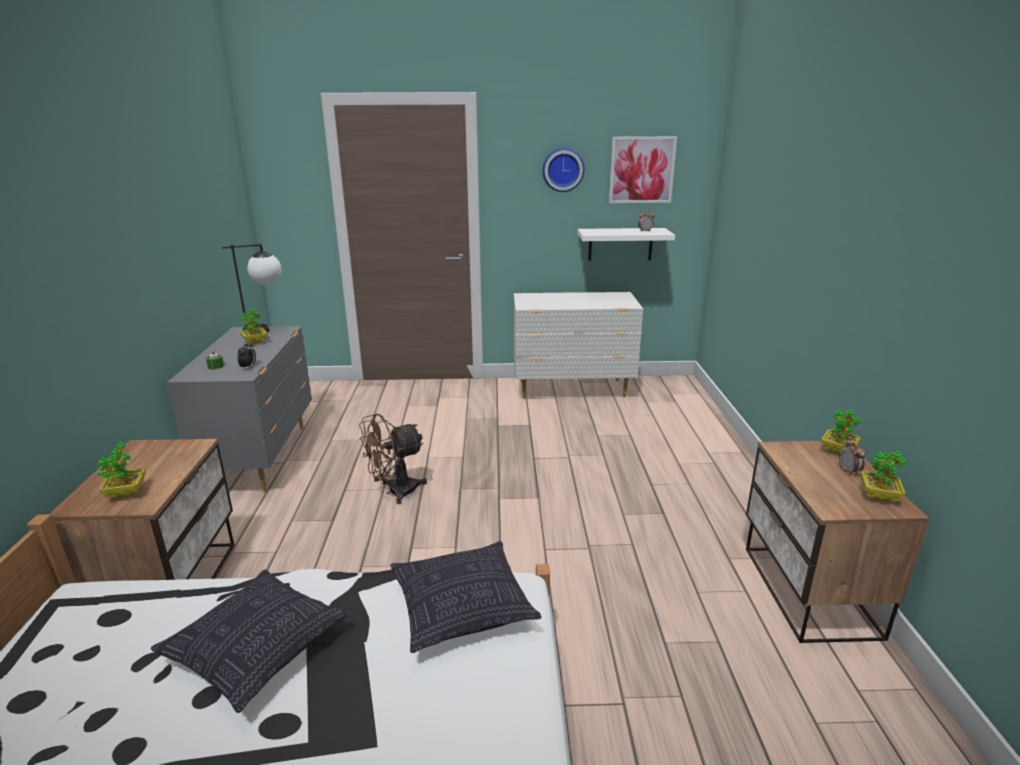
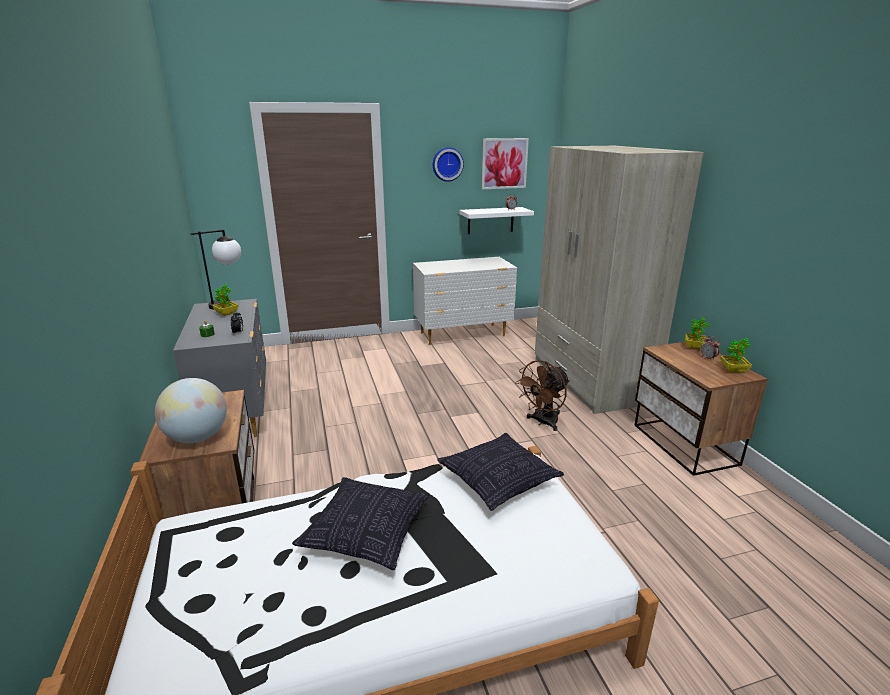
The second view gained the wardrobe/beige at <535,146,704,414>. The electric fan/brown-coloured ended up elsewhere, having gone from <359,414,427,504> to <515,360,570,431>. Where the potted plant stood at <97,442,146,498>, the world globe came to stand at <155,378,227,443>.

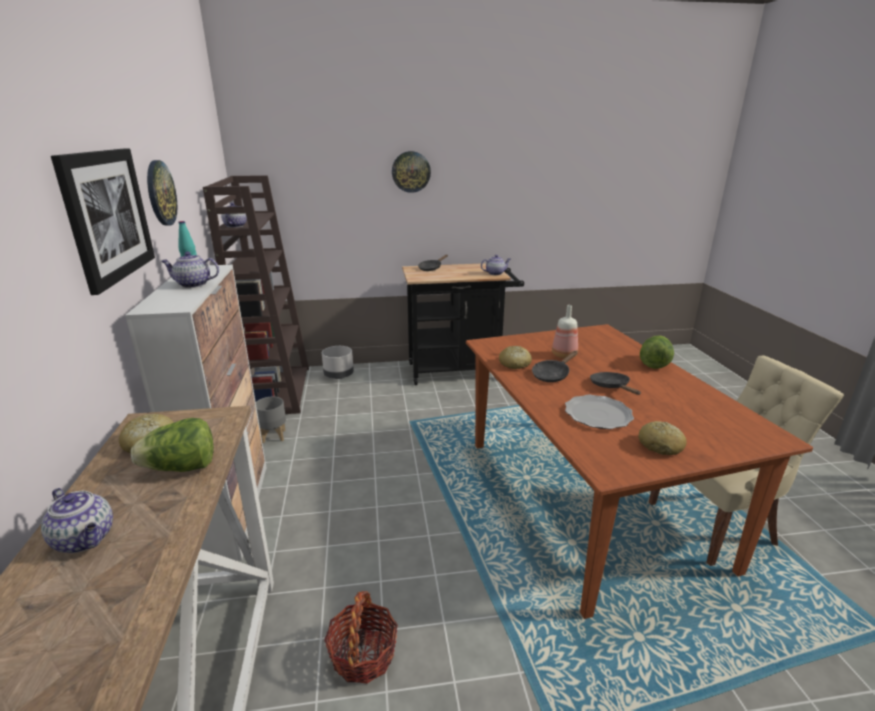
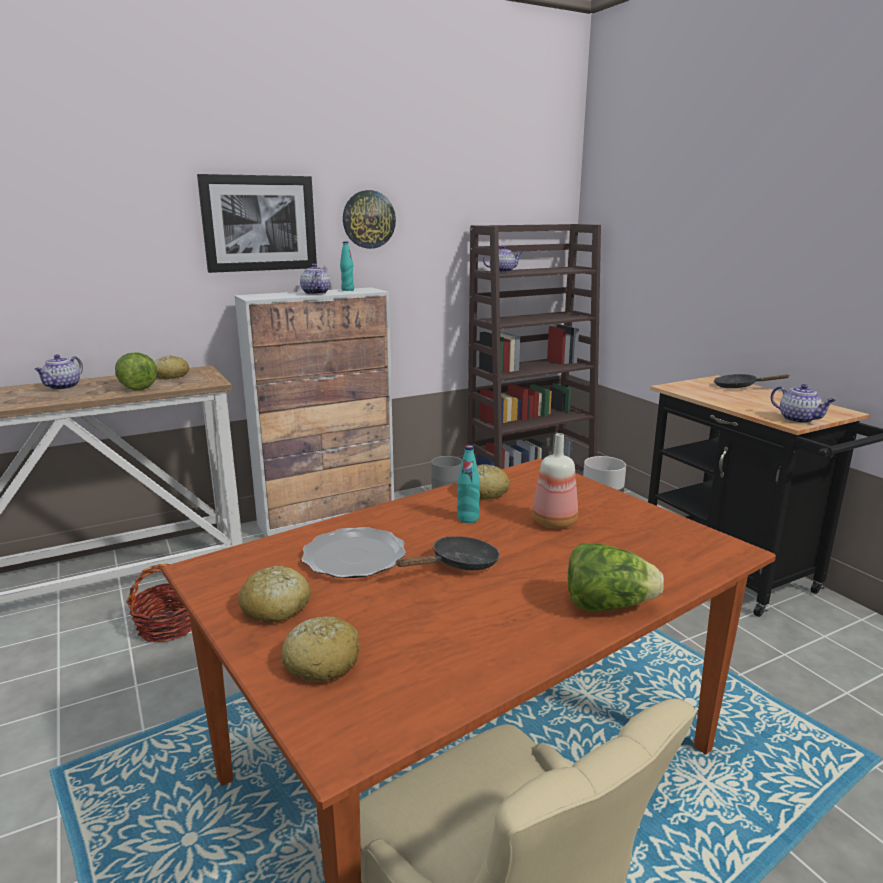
The second view lost the hanging clock at <392,151,431,193>. The second view gained the bakery bread at <281,617,360,681>. Where the frying pan/black-coloured stood at <532,351,578,382>, the beverage bottle/blue-green came to stand at <457,445,480,523>.

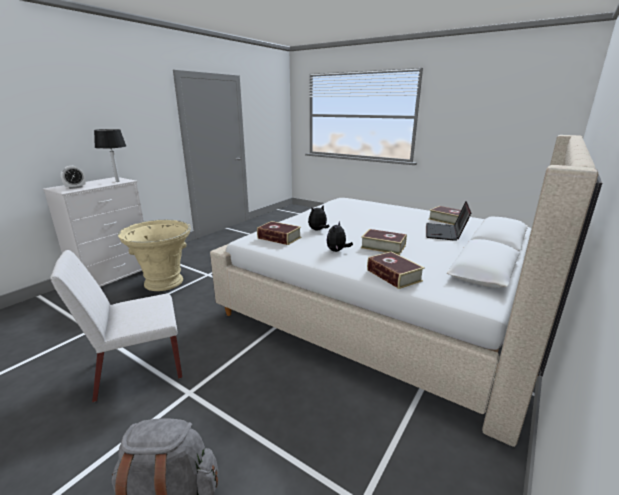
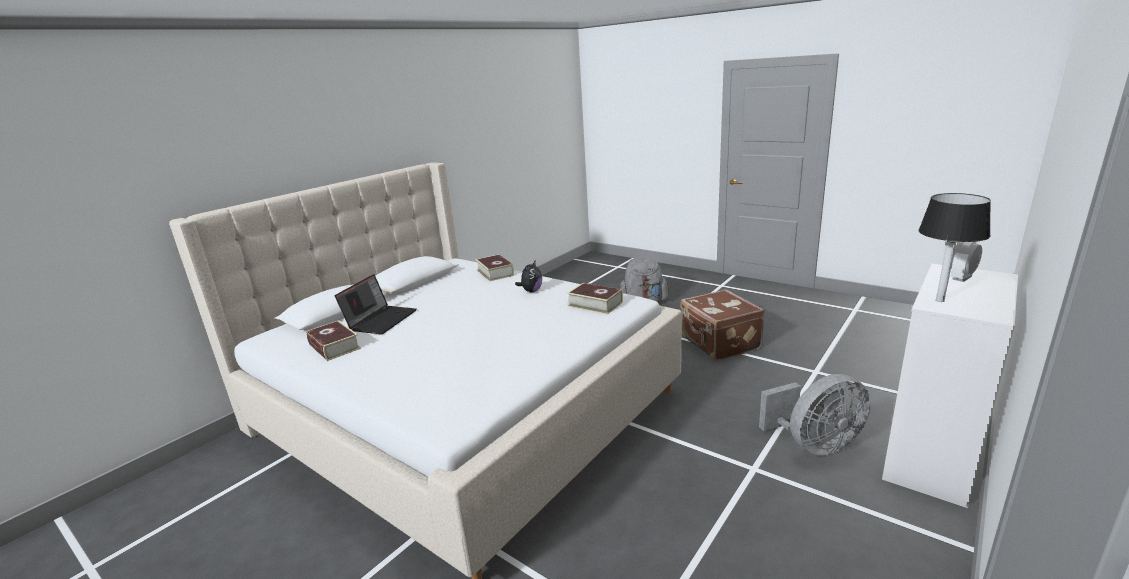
The second view lost the cuddly toy at <308,205,330,230>. The second view lost the book at <361,229,407,255>. Where the chair/whitish stood at <51,250,182,402>, the travel case/brown-coloured came to stand at <680,289,765,361>. Where the flower pot/beige stood at <118,220,191,291>, the electric fan/grey came to stand at <759,374,871,456>.

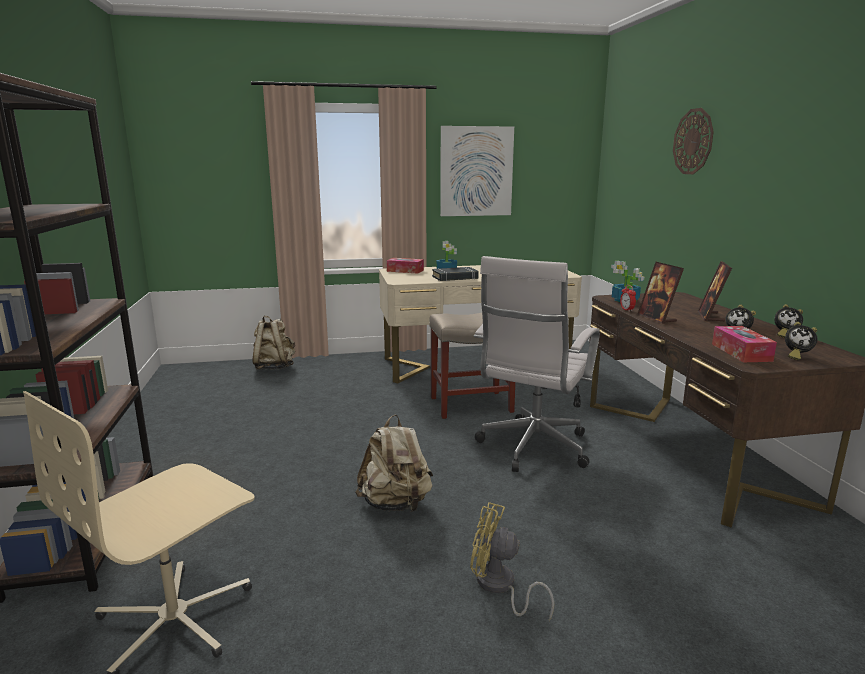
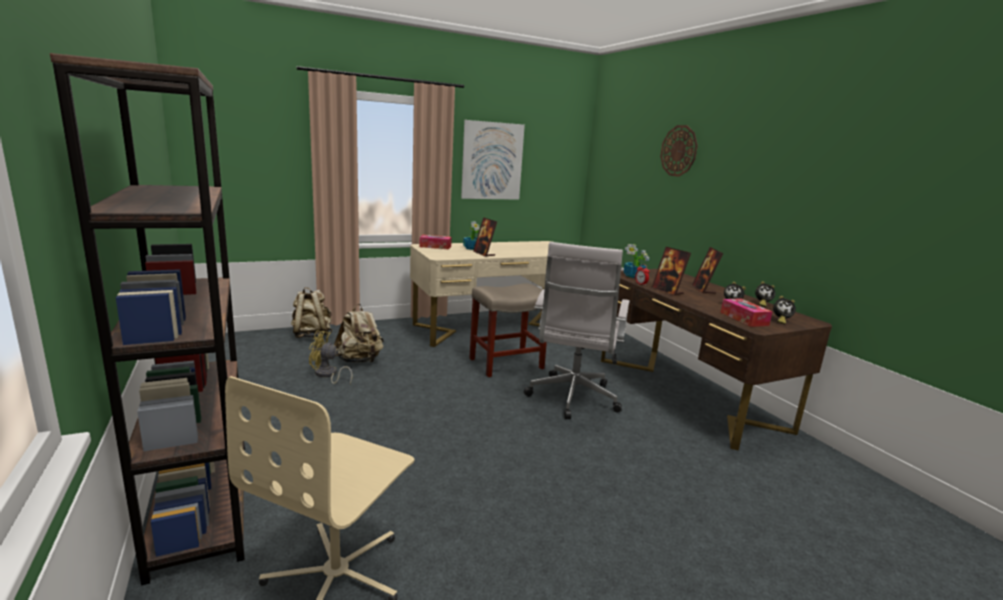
The knapsack/beige ended up elsewhere, having gone from <355,415,433,512> to <334,304,384,363>. The electric fan/yellowish ended up elsewhere, having gone from <470,502,554,621> to <309,330,353,384>. Where the book/black-coloured stood at <432,267,479,281>, the picture frame came to stand at <473,217,497,257>.

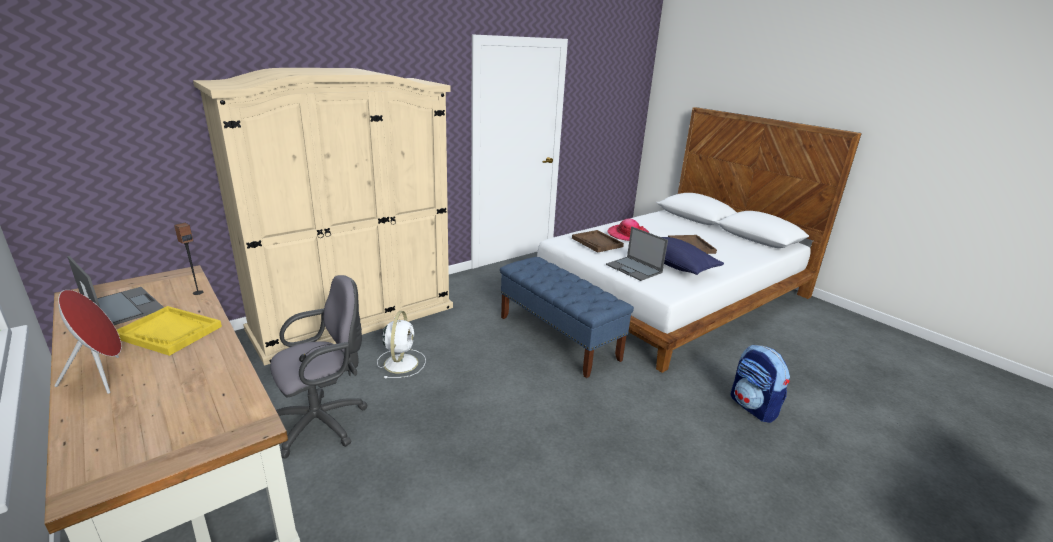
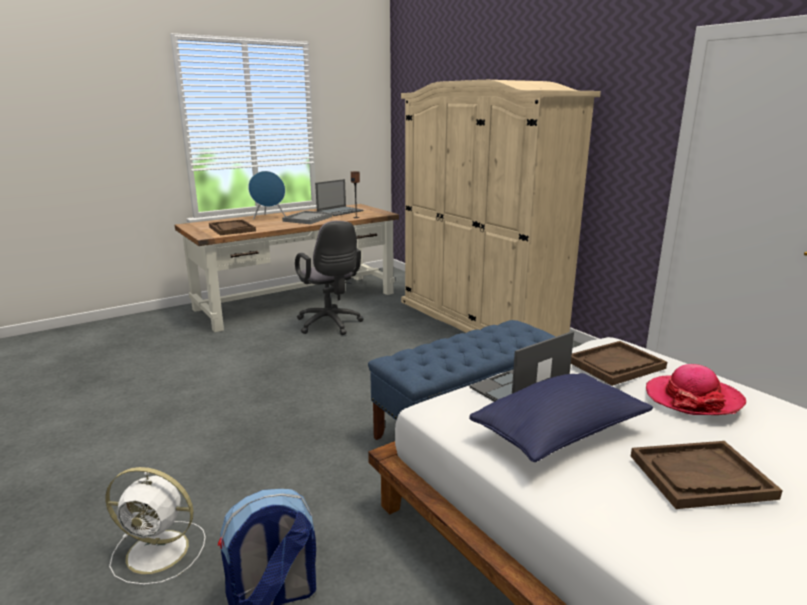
The second view gained the tray/brown-coloured at <209,219,256,235>. The electric fan/whitish ended up elsewhere, having gone from <377,311,426,378> to <106,467,206,585>. What was the speaker/red at <55,290,122,394> turned into the speaker/bluish at <248,171,286,220>. What was the tray/yellowish at <117,306,222,356> turned into the tray/grey at <282,211,332,224>.

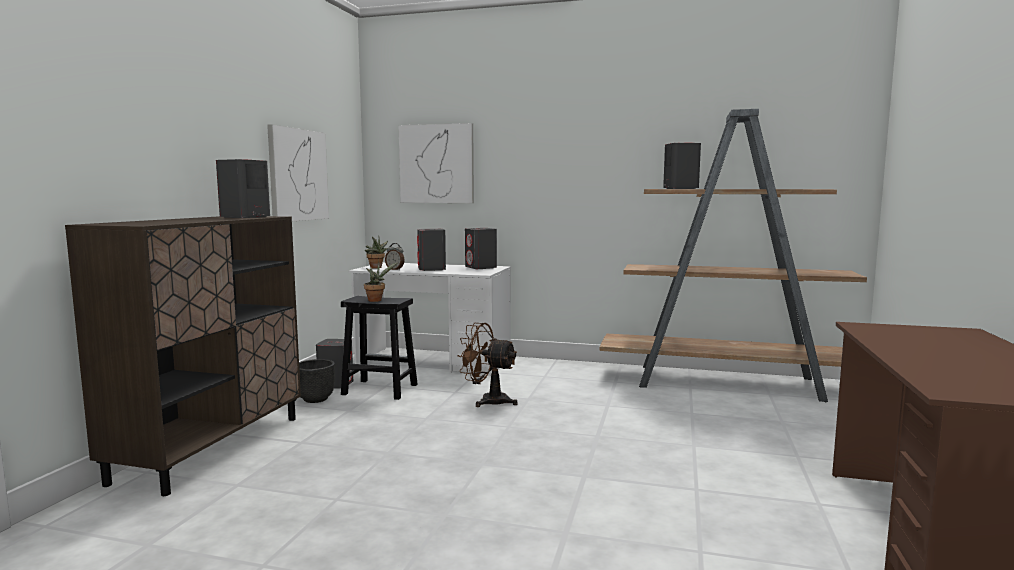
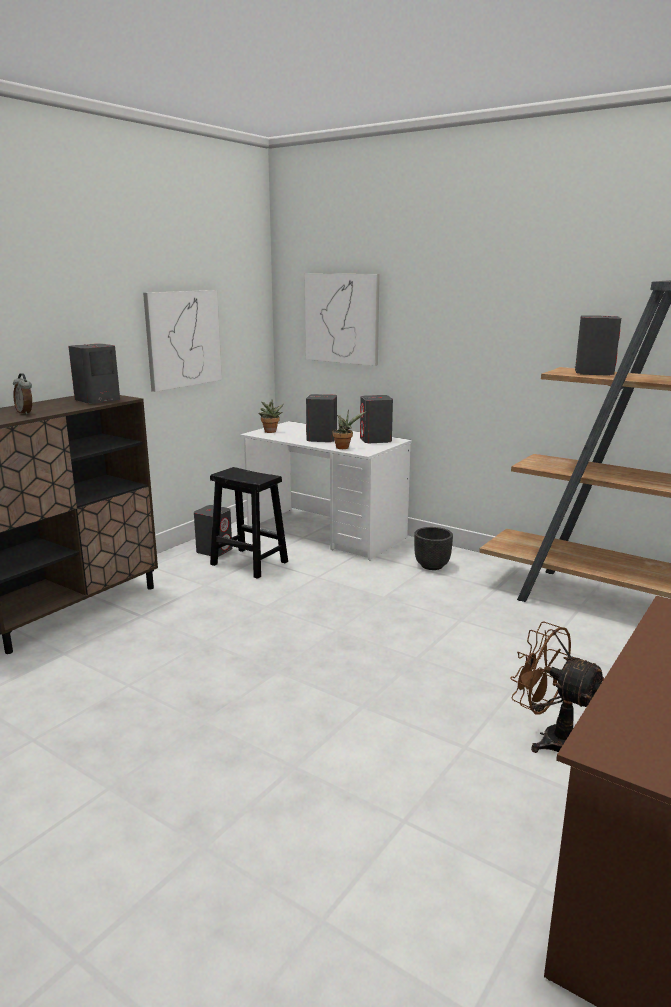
The flower pot/black-coloured ended up elsewhere, having gone from <299,359,335,403> to <414,527,453,570>. The potted plant ended up elsewhere, having gone from <364,262,398,302> to <332,410,366,449>. The table clock ended up elsewhere, having gone from <385,243,405,270> to <13,373,32,415>. The electric fan/brown-coloured ended up elsewhere, having gone from <458,323,517,407> to <510,621,604,753>.

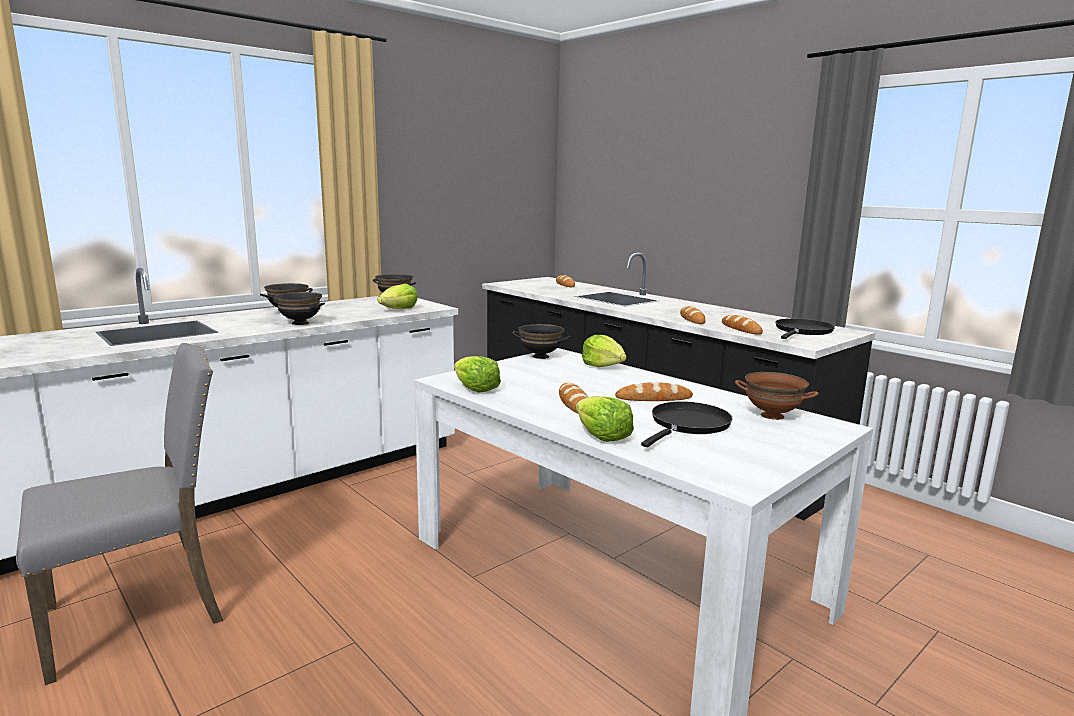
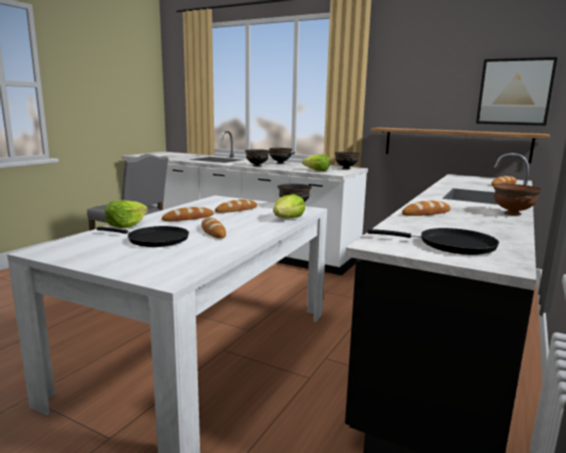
The second view lost the lettuce at <454,356,501,393>. The second view gained the bracket shelf at <371,127,550,163>. The second view gained the picture at <476,57,558,126>. The bakery bread ended up elsewhere, having gone from <722,315,763,335> to <215,199,257,213>. The deep dish/brown-coloured ended up elsewhere, having gone from <735,372,819,420> to <493,184,542,216>.

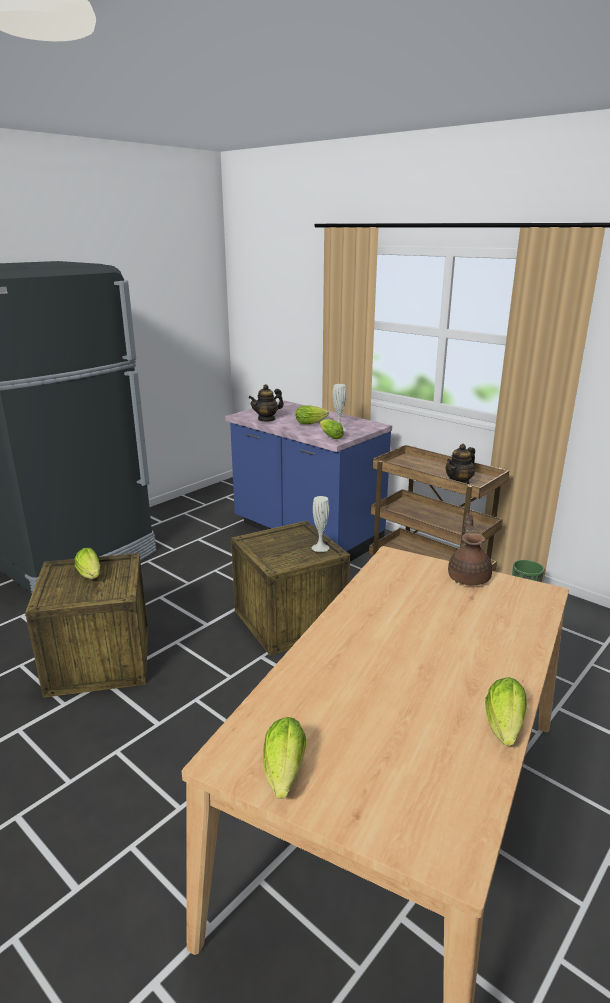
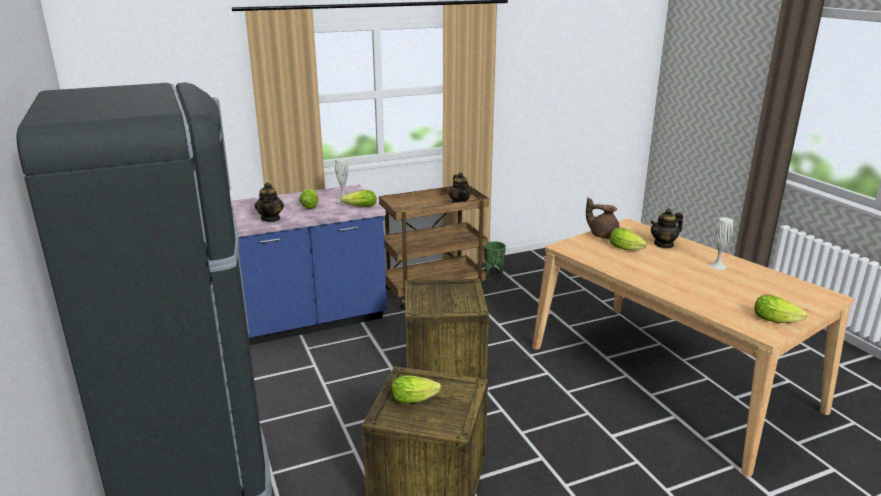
The second view gained the pot for tea at <650,208,683,248>. The vase/whitish ended up elsewhere, having gone from <312,496,329,552> to <709,217,733,270>. The lettuce ended up elsewhere, having gone from <485,677,527,746> to <609,228,647,250>.

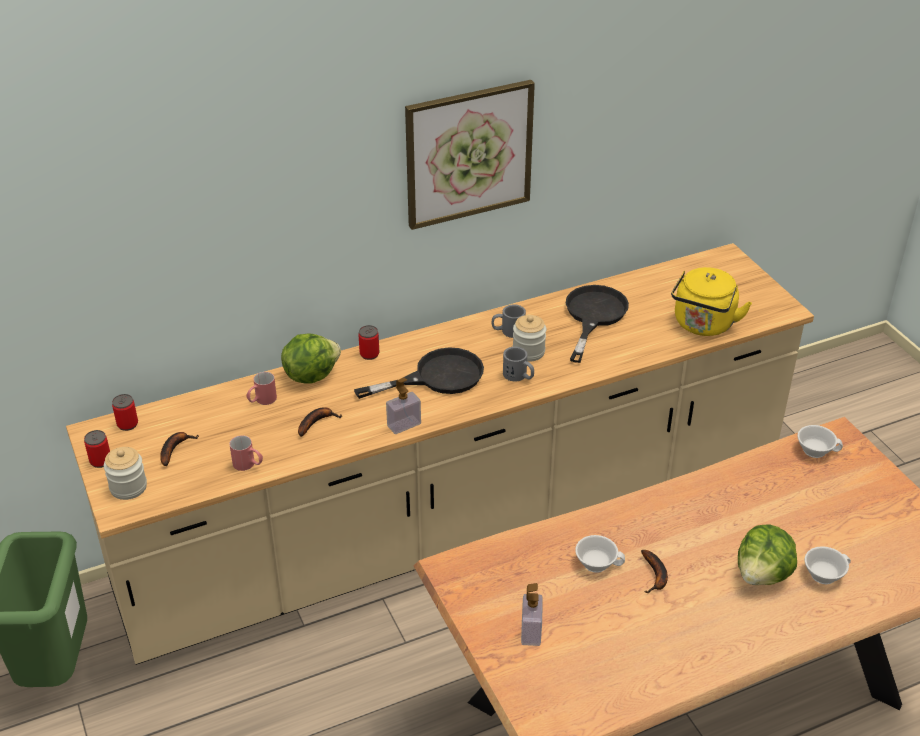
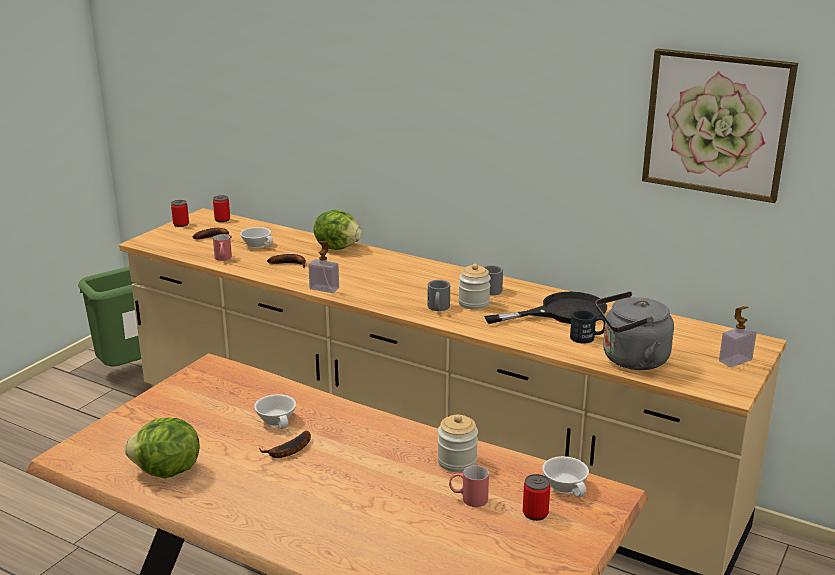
The second view lost the frying pan/black-coloured at <354,347,484,399>. The second view gained the coffee mug/black-coloured at <570,310,605,344>. The storage jar ended up elsewhere, having gone from <104,447,147,500> to <437,414,478,472>. The coffee mug/red ended up elsewhere, having gone from <246,372,277,405> to <449,465,489,507>. The can ended up elsewhere, having gone from <358,325,379,360> to <523,474,550,521>. The picture ended up elsewhere, having gone from <405,80,535,230> to <642,49,798,203>. The liquid soap bottle ended up elsewhere, having gone from <521,583,543,646> to <719,306,757,367>. The lettuce ended up elsewhere, having gone from <738,524,797,585> to <125,418,199,478>. The drinking cup/whitish ended up elsewhere, having gone from <805,546,851,585> to <240,227,273,248>. What was the kettle/yellowish at <671,267,752,336> turned into the kettle/grey at <595,291,674,370>.

